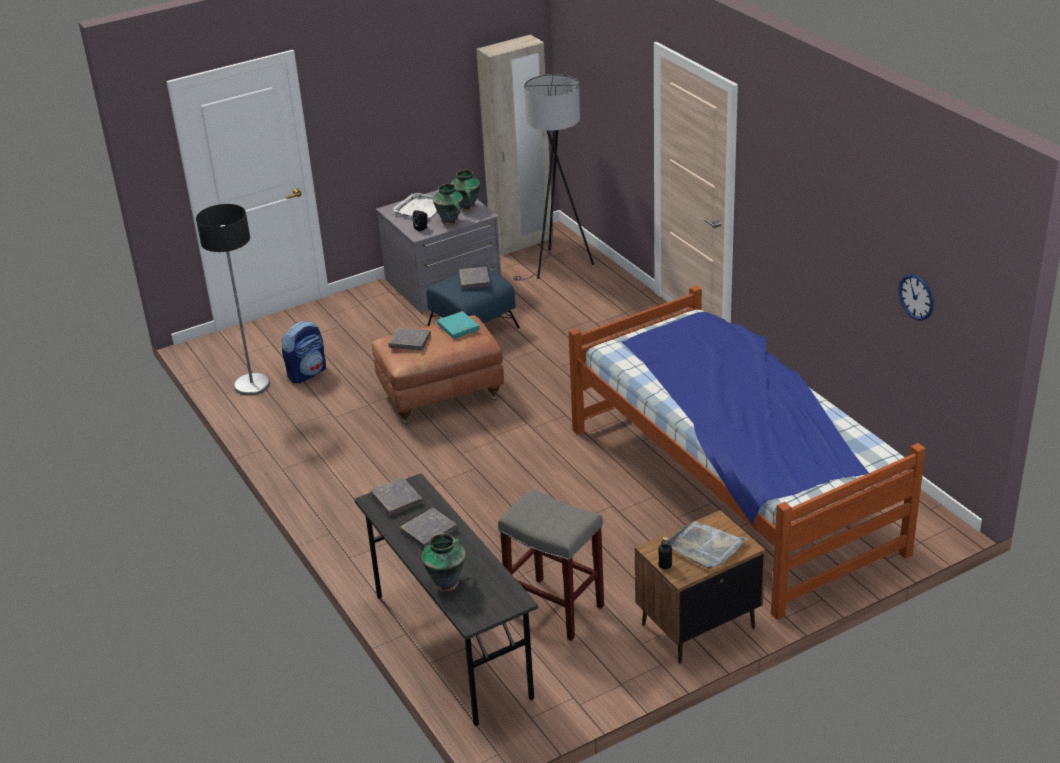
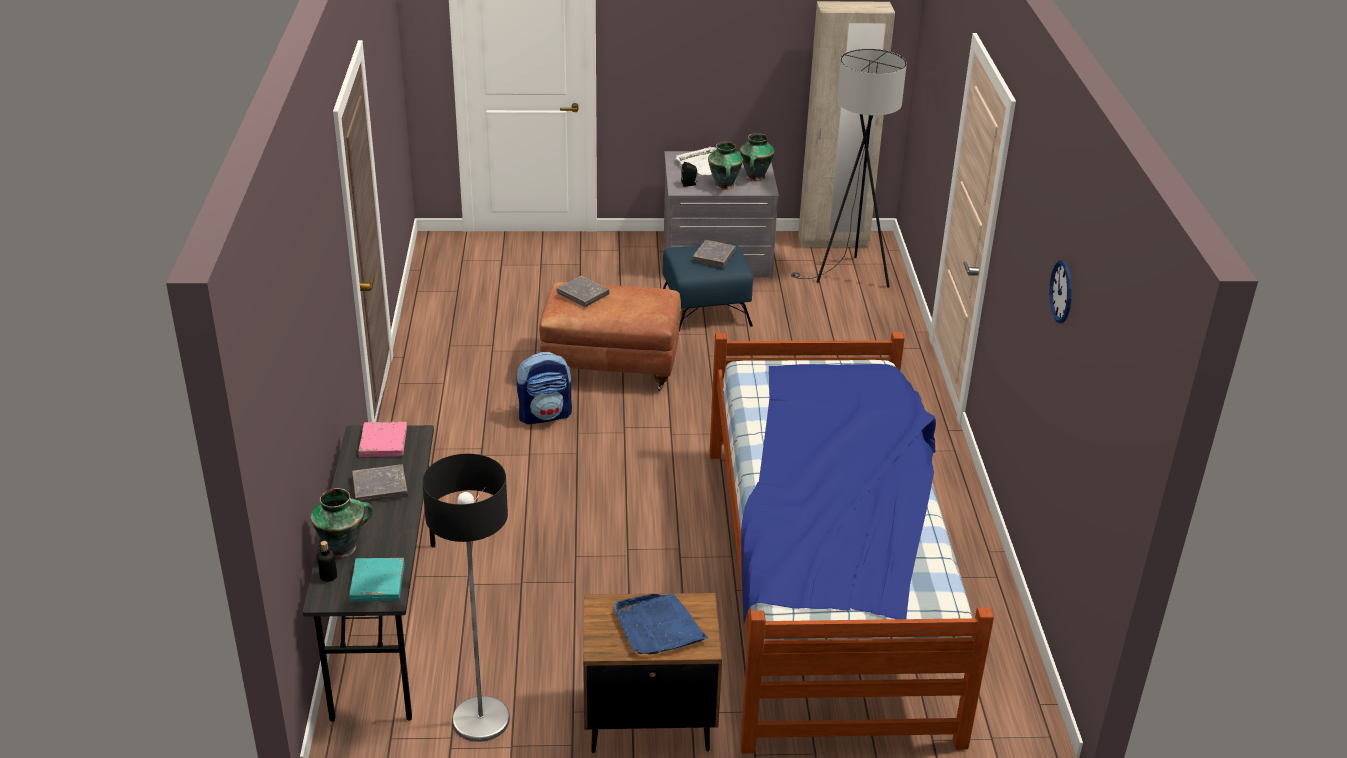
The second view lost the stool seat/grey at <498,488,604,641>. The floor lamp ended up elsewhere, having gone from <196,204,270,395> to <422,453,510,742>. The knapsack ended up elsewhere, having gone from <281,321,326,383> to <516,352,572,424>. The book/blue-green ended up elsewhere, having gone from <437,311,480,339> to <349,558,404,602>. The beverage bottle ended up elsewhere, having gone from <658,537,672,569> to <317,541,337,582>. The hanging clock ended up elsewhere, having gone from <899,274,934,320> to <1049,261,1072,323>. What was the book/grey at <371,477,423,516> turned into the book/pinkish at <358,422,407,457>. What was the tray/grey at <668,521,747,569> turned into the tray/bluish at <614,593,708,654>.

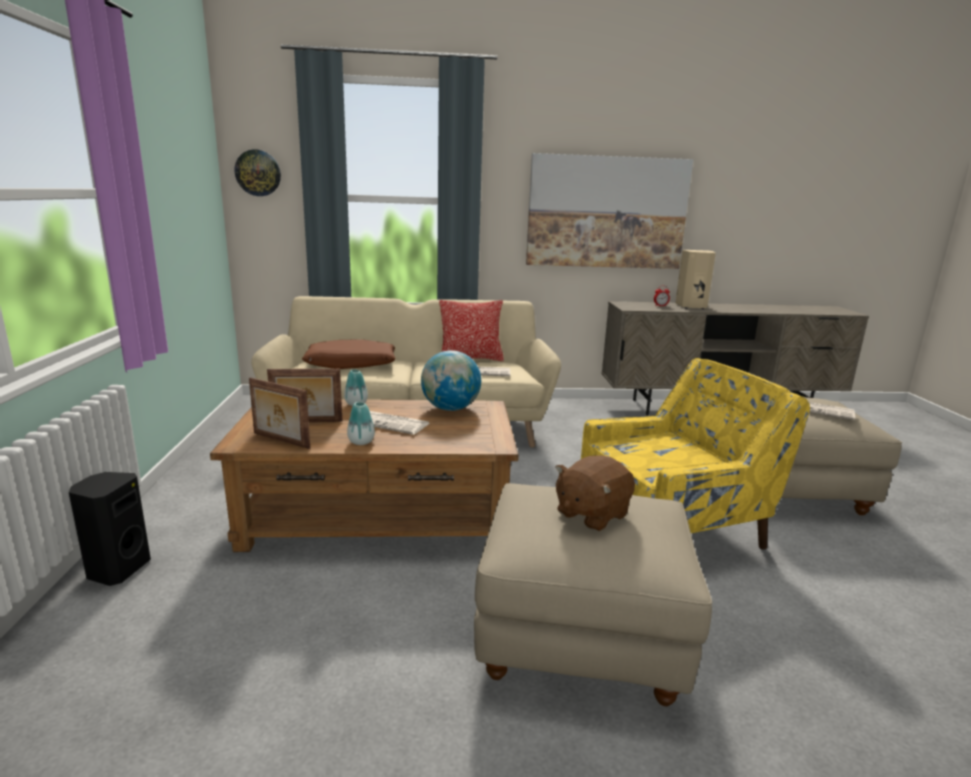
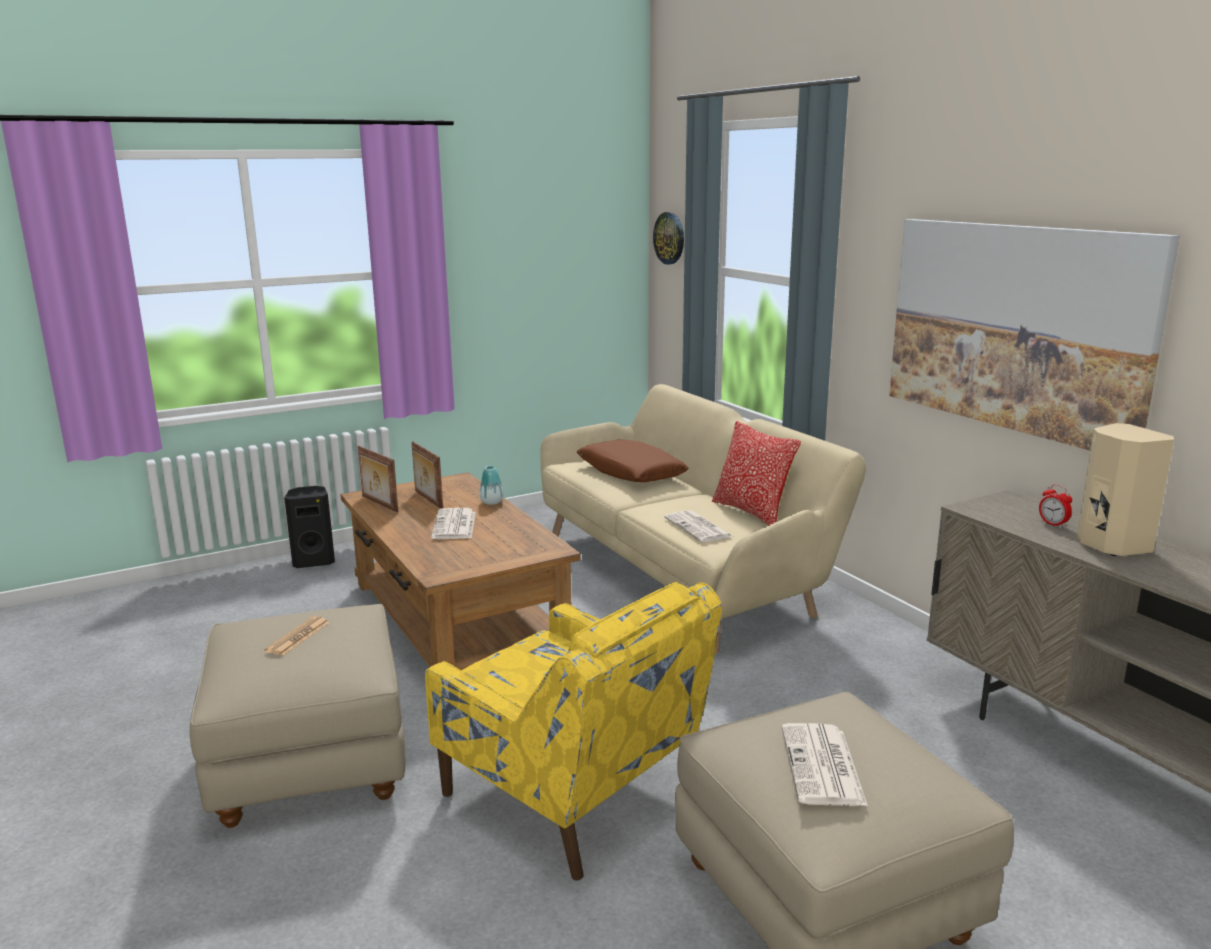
The second view lost the vase at <347,402,375,445>. The second view lost the world globe at <421,350,481,411>. Where the cuddly toy/brown-coloured stood at <555,455,635,531>, the daily paper came to stand at <265,616,329,656>. The picture frame at <249,378,310,449> ended up facing another way, 45 degrees counterclockwise from before.

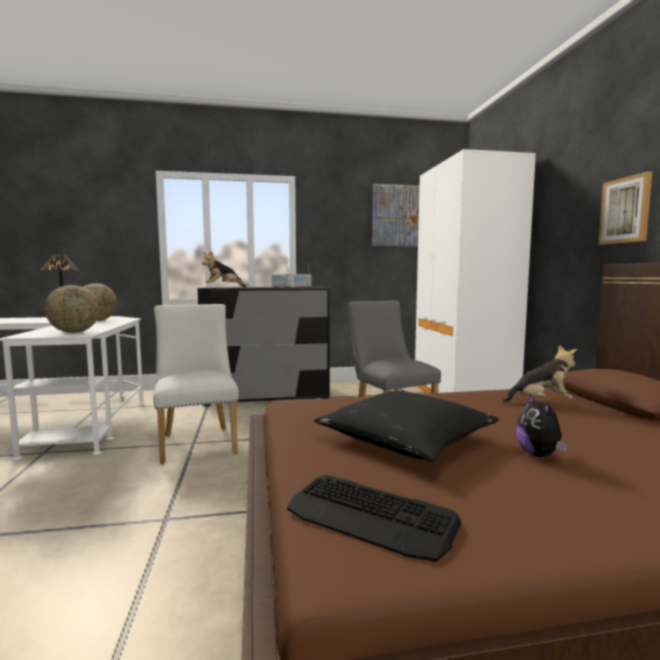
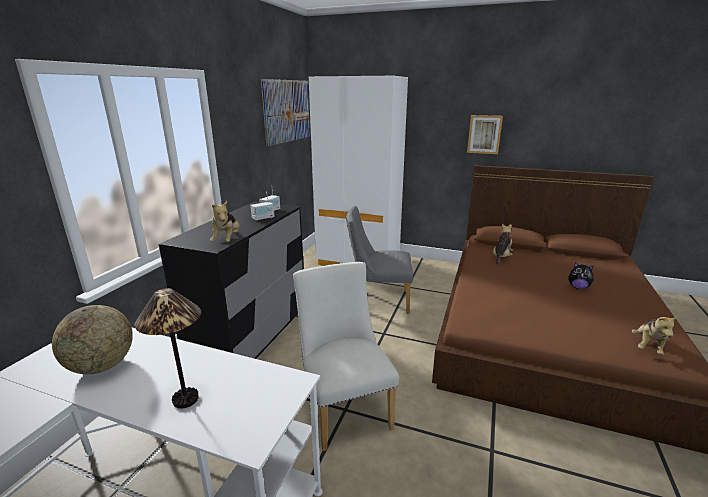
The second view lost the world globe at <45,285,100,333>. The second view lost the pillow/black-coloured at <314,391,499,462>. Where the computer keyboard stood at <287,475,461,562>, the cuddly toy came to stand at <632,316,678,355>. The chair/whitish at <153,304,239,464> ended up facing another way, 60 degrees clockwise from before.

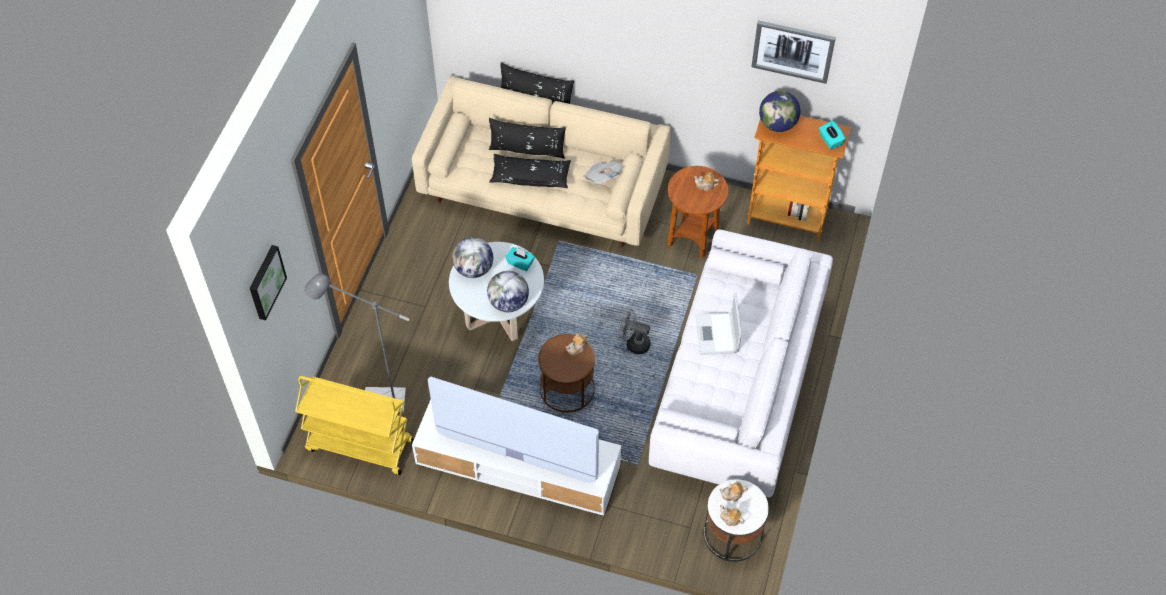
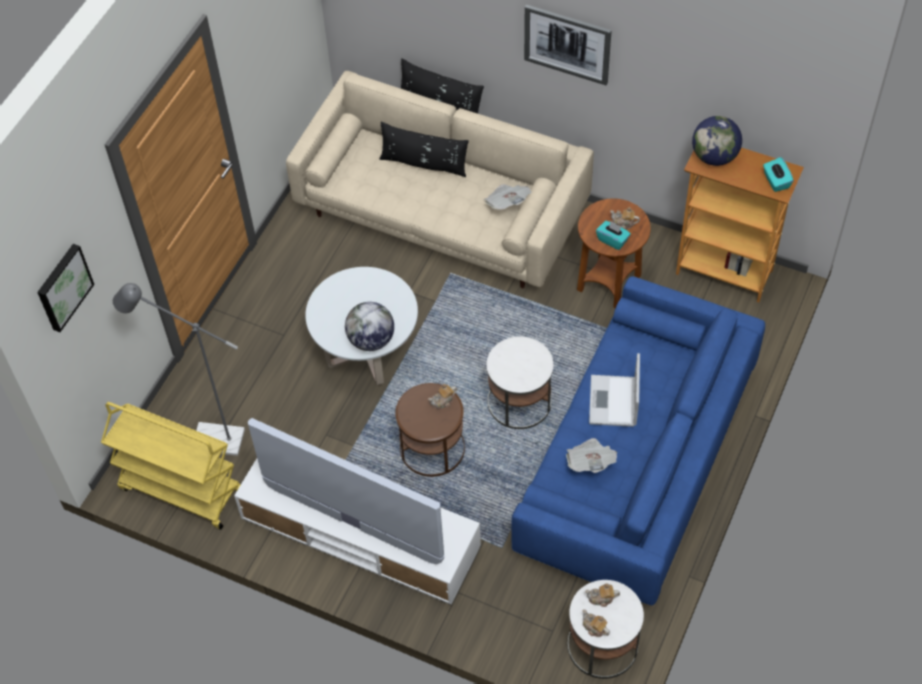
The second view lost the world globe at <452,237,493,278>. The second view lost the pillow/black-coloured at <489,154,571,188>. The second view gained the daily paper at <566,438,618,473>. The box of tissues/blue-green ended up elsewhere, having gone from <505,247,535,271> to <596,221,631,250>. The picture ended up elsewhere, having gone from <751,20,836,84> to <524,4,612,85>. Where the electric fan/grey stood at <619,309,651,354>, the end table/whitish came to stand at <486,336,553,429>. What was the settee/whitish at <649,229,833,497> turned into the settee/bluish at <512,276,765,605>.

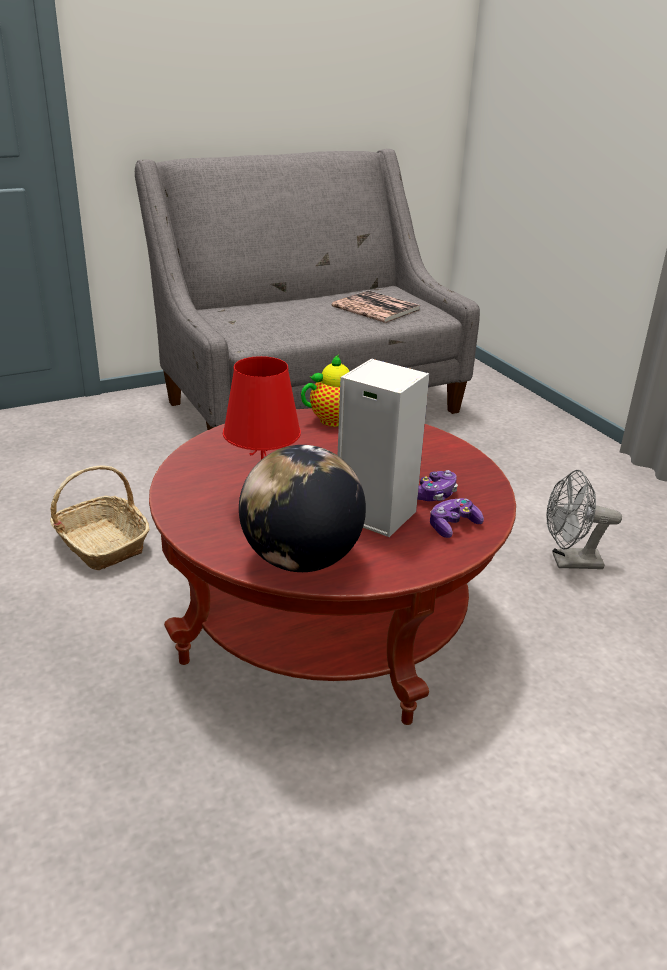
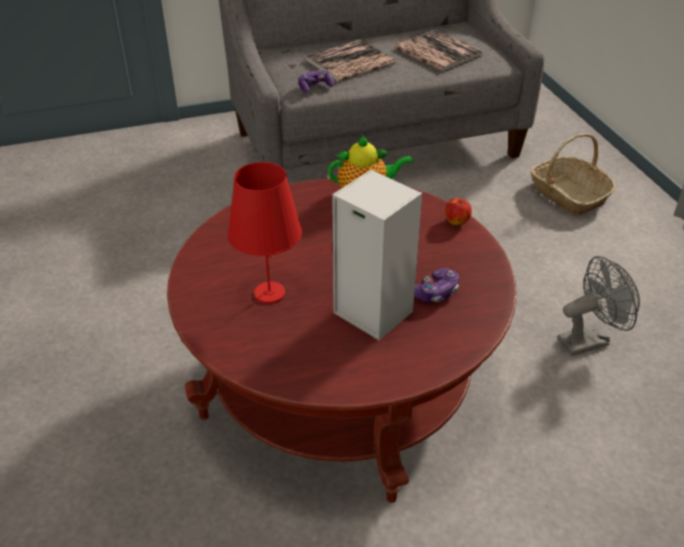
The second view lost the world globe at <239,445,366,572>. The second view gained the book at <306,40,396,82>. The second view gained the apple at <445,198,472,225>. The household basket ended up elsewhere, having gone from <50,465,150,570> to <531,133,616,216>. The gamepad ended up elsewhere, having gone from <430,498,484,538> to <299,70,334,93>. The electric fan/grey at <546,470,622,569> ended up facing another way, 150 degrees clockwise from before.

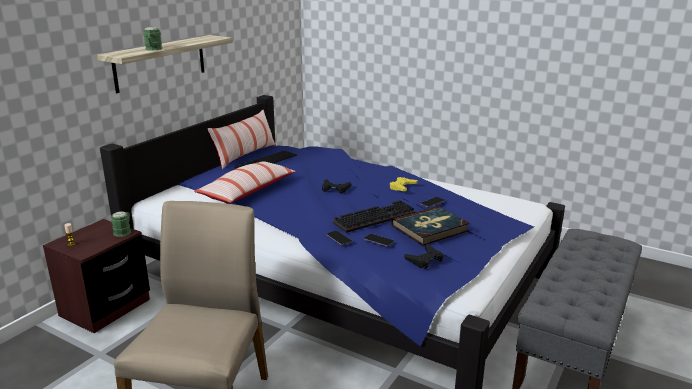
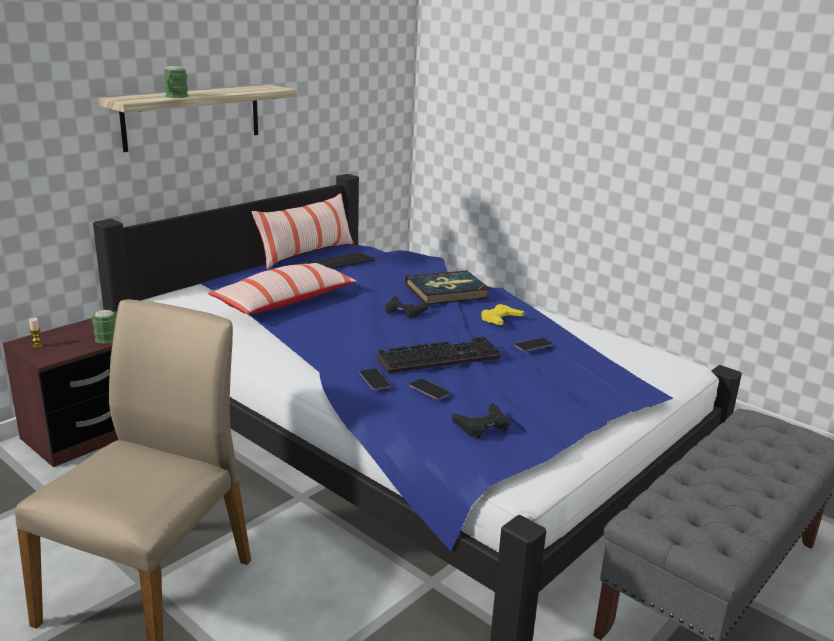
The book ended up elsewhere, having gone from <391,206,470,246> to <405,270,490,305>.

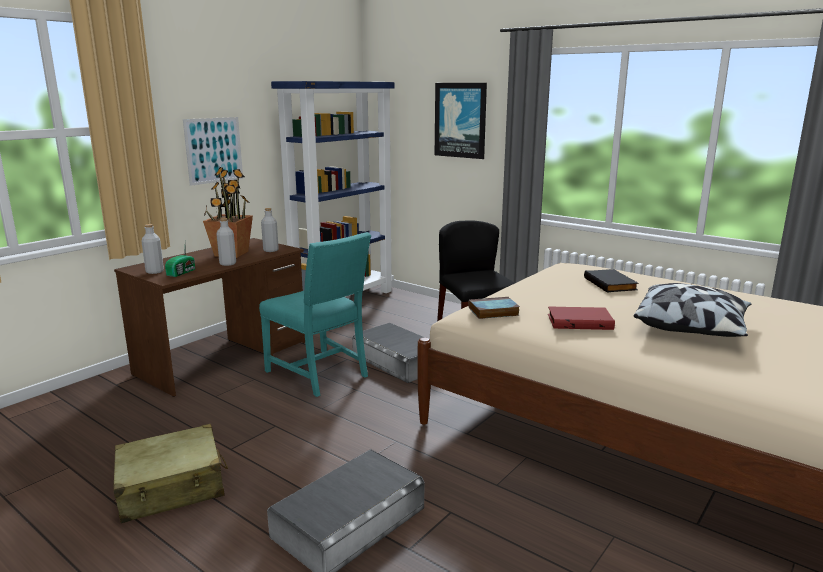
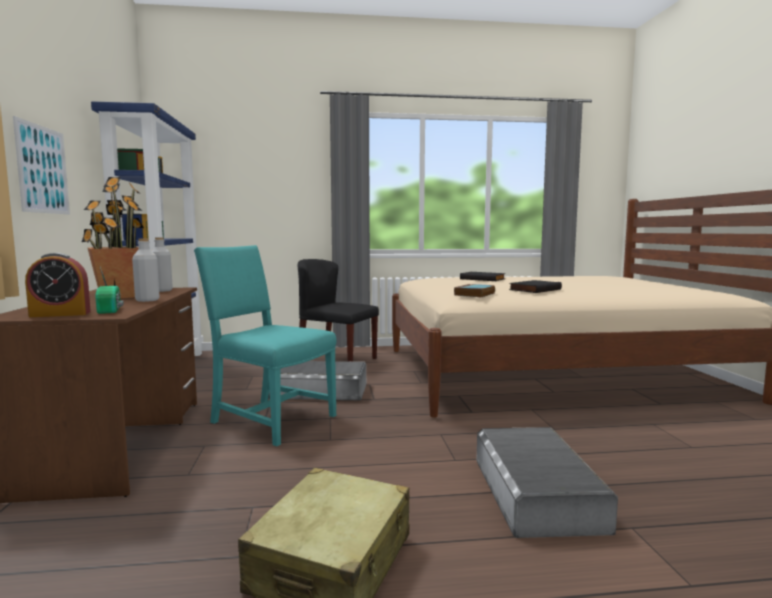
The second view lost the picture at <435,83,487,159>. The second view lost the pillow at <634,283,752,337>. Where the beverage bottle/grey stood at <141,224,164,274>, the table clock came to stand at <25,253,91,317>. What was the book/red at <548,306,615,330> turned into the book/black-coloured at <509,280,562,293>. The chair/blue-green at <259,232,371,397> ended up facing another way, 150 degrees counterclockwise from before.

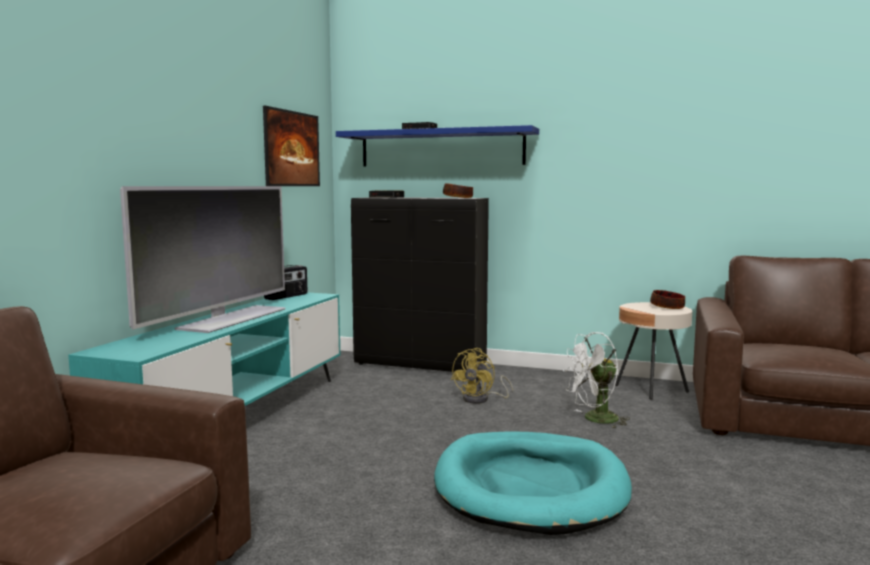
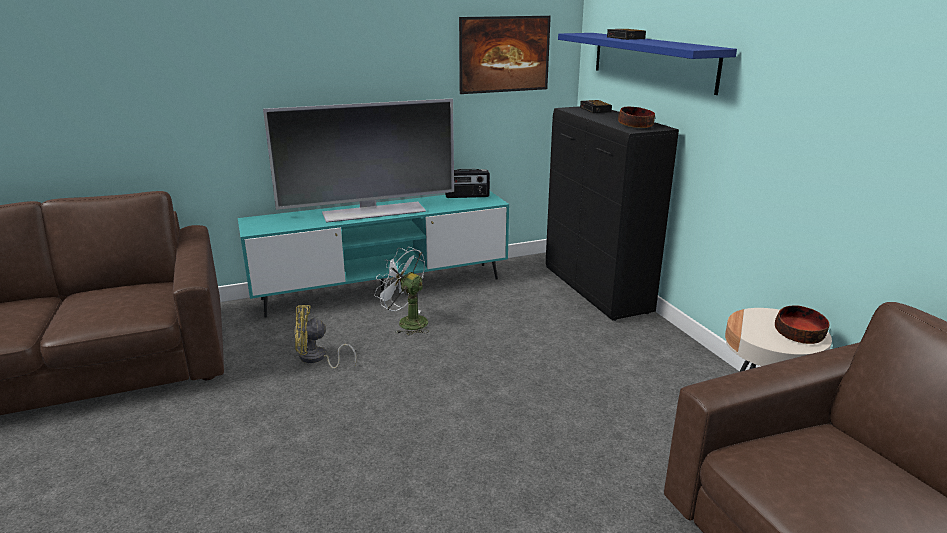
The second view lost the dog bed/blue-green at <434,431,632,535>. The electric fan/yellowish ended up elsewhere, having gone from <451,348,513,404> to <294,305,357,369>. The electric fan/whitish ended up elsewhere, having gone from <563,332,630,429> to <374,247,429,335>.

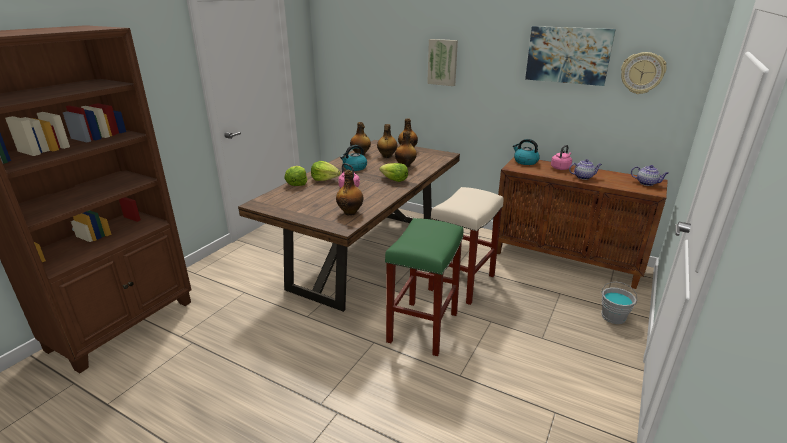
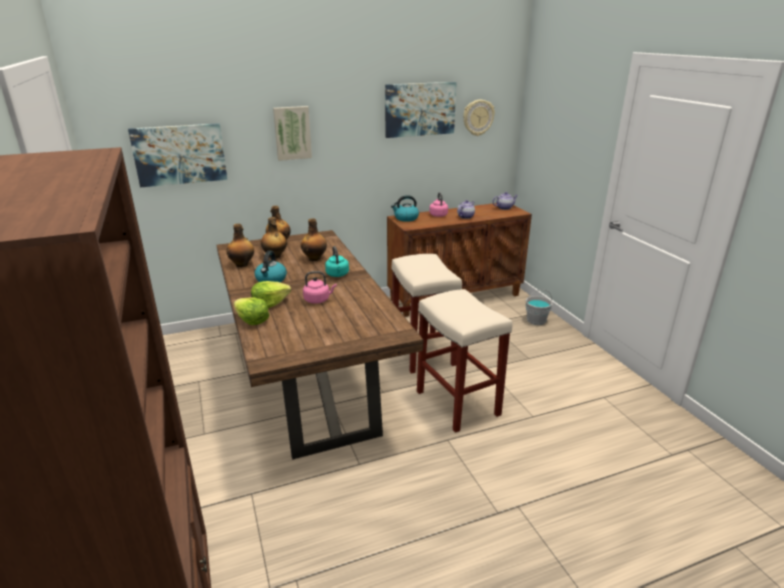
The second view lost the beverage bottle at <336,170,364,216>. The second view gained the picture at <128,123,227,187>. Where the lettuce stood at <380,163,408,182>, the kettle/blue-green came to stand at <325,246,349,277>. What was the stool seat/greenish at <385,218,464,356> turned into the stool seat/beige at <417,289,512,433>.

